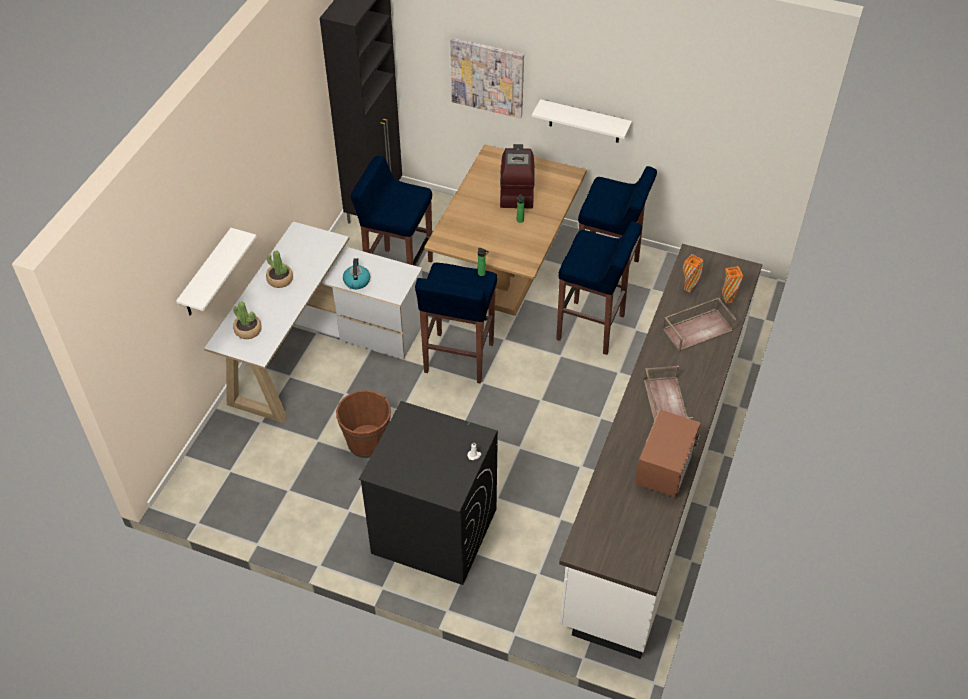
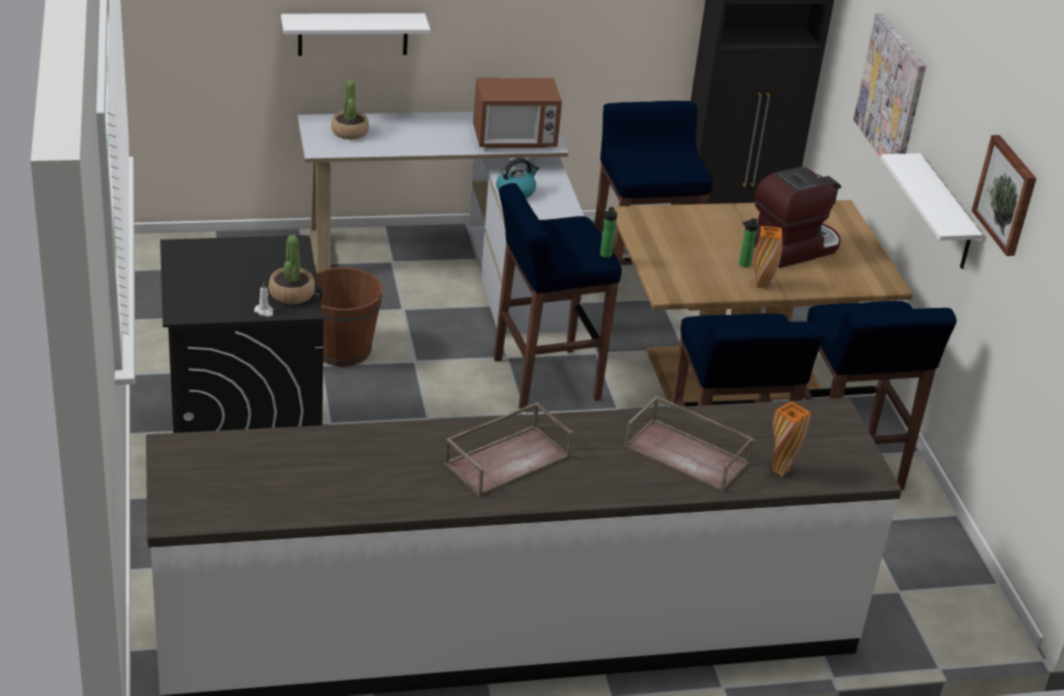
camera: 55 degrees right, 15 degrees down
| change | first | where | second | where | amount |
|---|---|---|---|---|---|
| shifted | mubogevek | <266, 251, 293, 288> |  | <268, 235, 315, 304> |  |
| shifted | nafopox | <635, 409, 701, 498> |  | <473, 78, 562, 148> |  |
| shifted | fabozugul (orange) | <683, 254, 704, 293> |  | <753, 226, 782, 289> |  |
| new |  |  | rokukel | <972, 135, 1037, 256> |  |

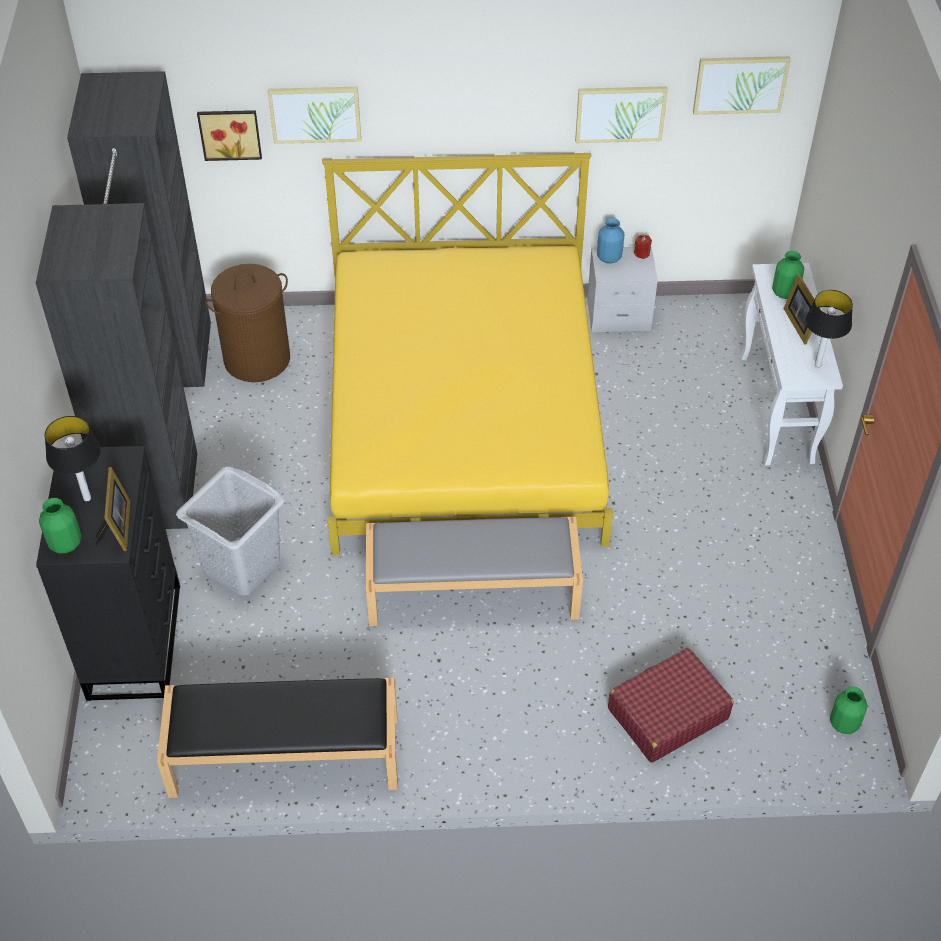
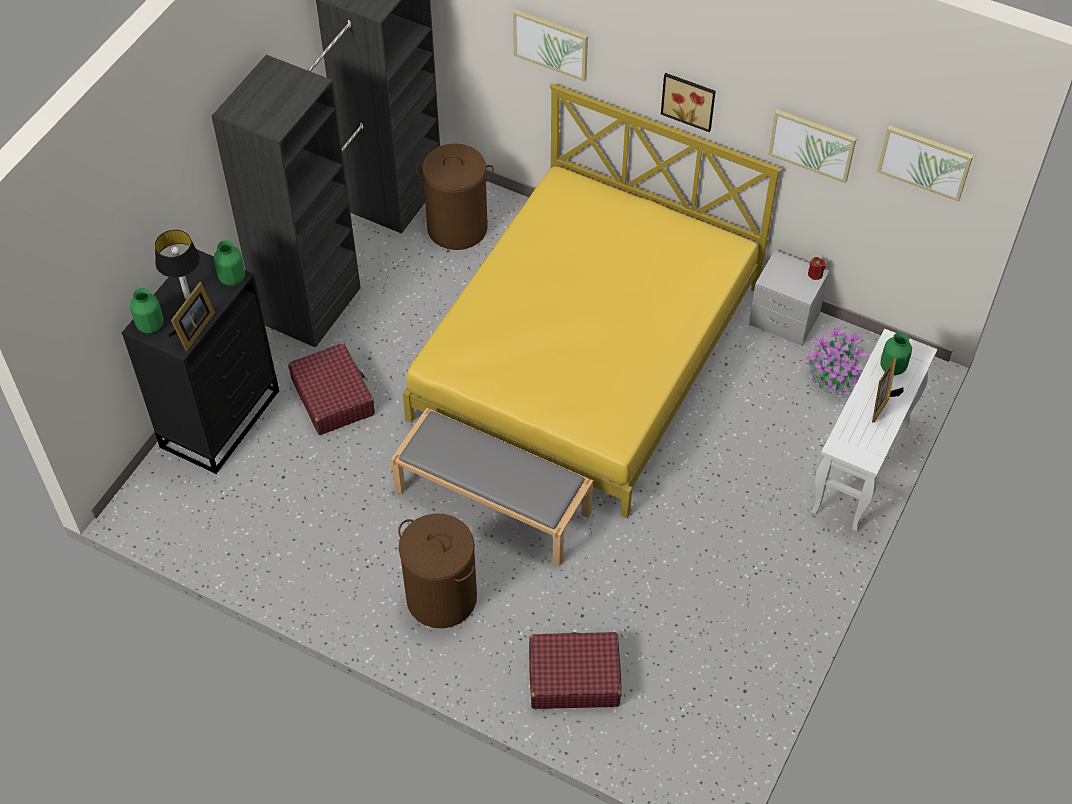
camera: 30 degrees right, 5 degrees up
| change | first | where | second | where | amount |
|---|---|---|---|---|---|
| gone | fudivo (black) | <157, 678, 398, 798> |  |  |  |
| swapped | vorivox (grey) | <176, 466, 285, 596> | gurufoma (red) | <288, 343, 375, 435> |  |
| shifted | rokukel | <197, 110, 262, 161> |  | <661, 73, 716, 132> |  |
| gone | fabozugul (blue) | <597, 218, 624, 264> |  |  |  |
| gone | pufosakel | <806, 290, 853, 367> |  |  |  |
| shifted | fabozugul (green) | <830, 687, 868, 734> |  | <214, 240, 245, 286> |  |
| new |  |  | vorivox (brown) | <398, 513, 477, 628> |  |
| new |  |  | mubogevek | <805, 327, 867, 398> |  |

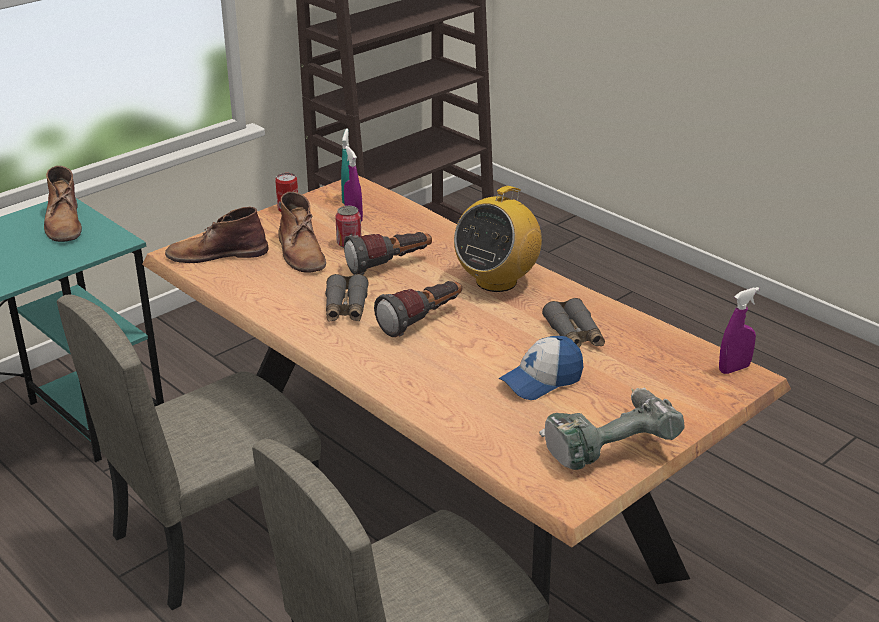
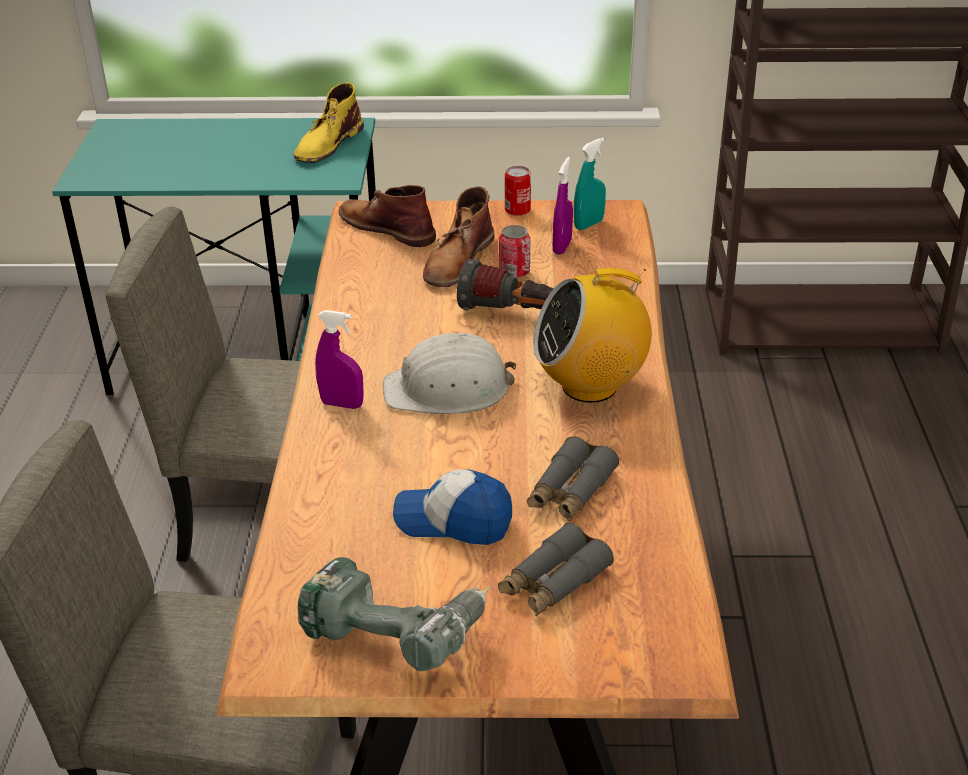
camera: 45 degrees right, 5 degrees up
| change | first | where | second | where | amount |
|---|---|---|---|---|---|
| repainted | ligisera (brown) | <44, 166, 82, 242> | ligisera (yellow) | <294, 83, 364, 163> |  |
| shifted | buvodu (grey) | <325, 274, 369, 322> |  | <498, 523, 614, 616> |  |
| swapped | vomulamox | <374, 281, 462, 337> | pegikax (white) | <383, 333, 516, 414> |  |
| shifted | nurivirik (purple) | <719, 287, 759, 374> |  | <315, 310, 364, 409> |  |

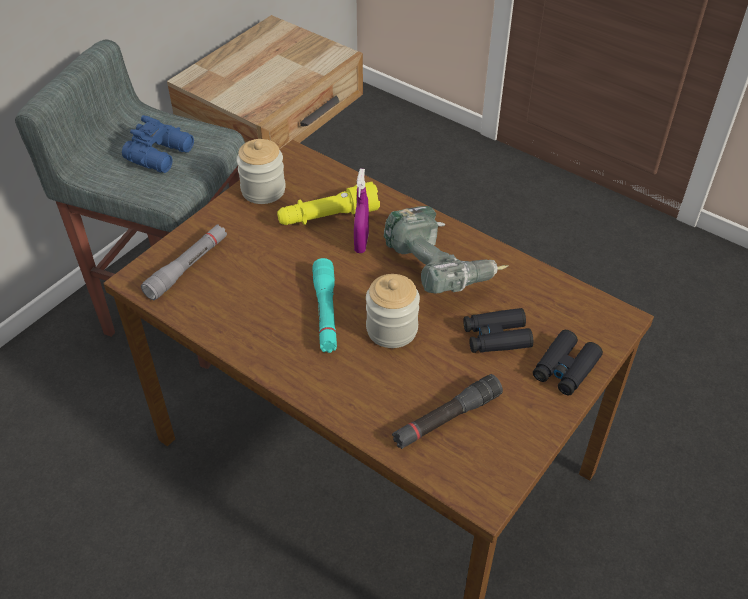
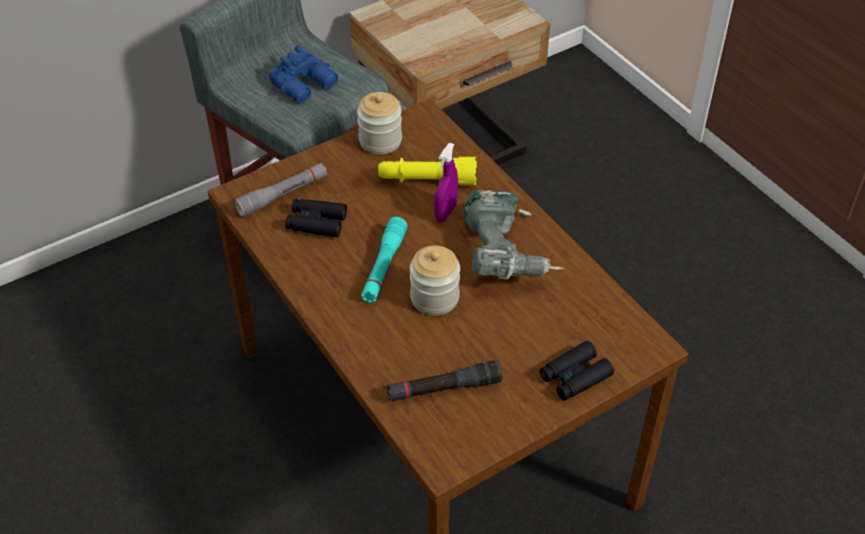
camera: 20 degrees right, 0 degrees up
| change | first | where | second | where | amount |
|---|---|---|---|---|---|
| shifted | buvodu (black) | <463, 308, 533, 353> |  | <285, 199, 347, 237> |  |

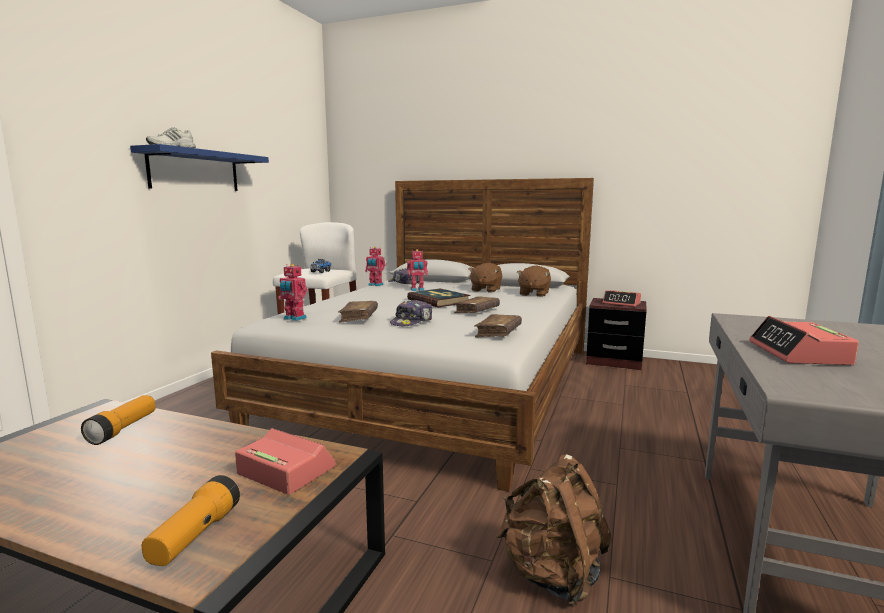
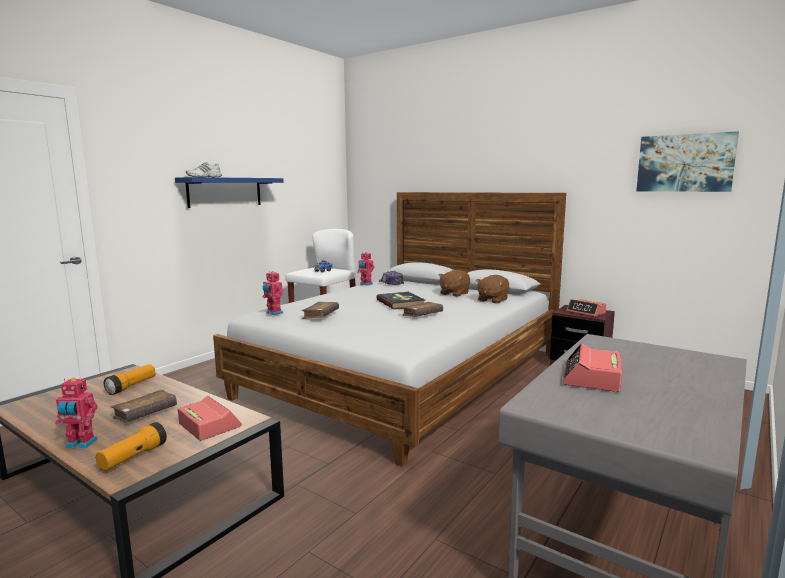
camera: 15 degrees right, 0 degrees up
| change | first | where | second | where | amount |
|---|---|---|---|---|---|
| gone | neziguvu | <390, 300, 432, 326> |  |  |  |
| shifted | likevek | <407, 249, 428, 291> |  | <55, 378, 98, 449> |  |
| shifted | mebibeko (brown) | <474, 314, 522, 337> |  | <111, 390, 177, 423> |  |
| gone | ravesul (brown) | <496, 454, 612, 605> |  |  |  |
| new |  |  | rokukel | <636, 131, 739, 192> |  |

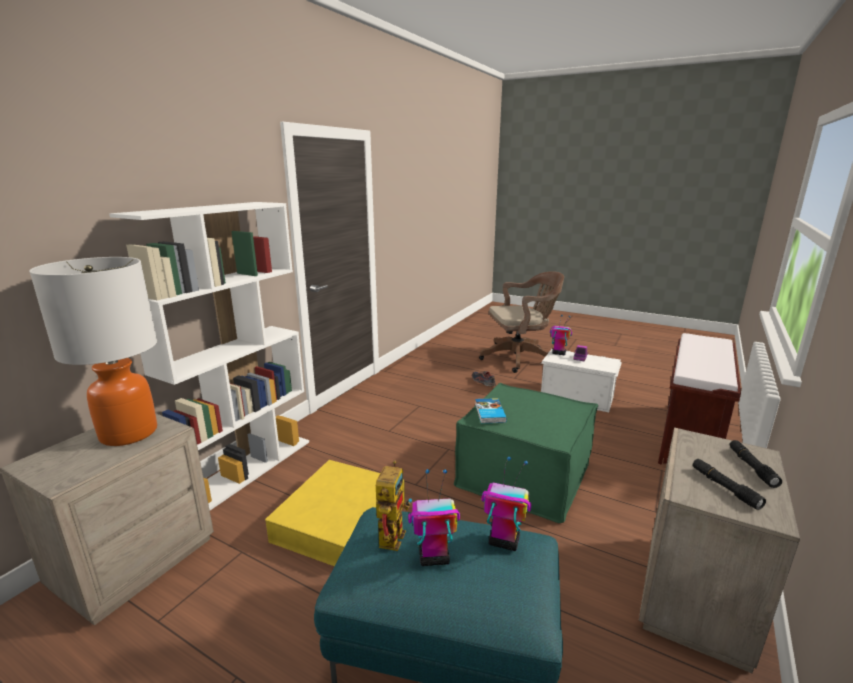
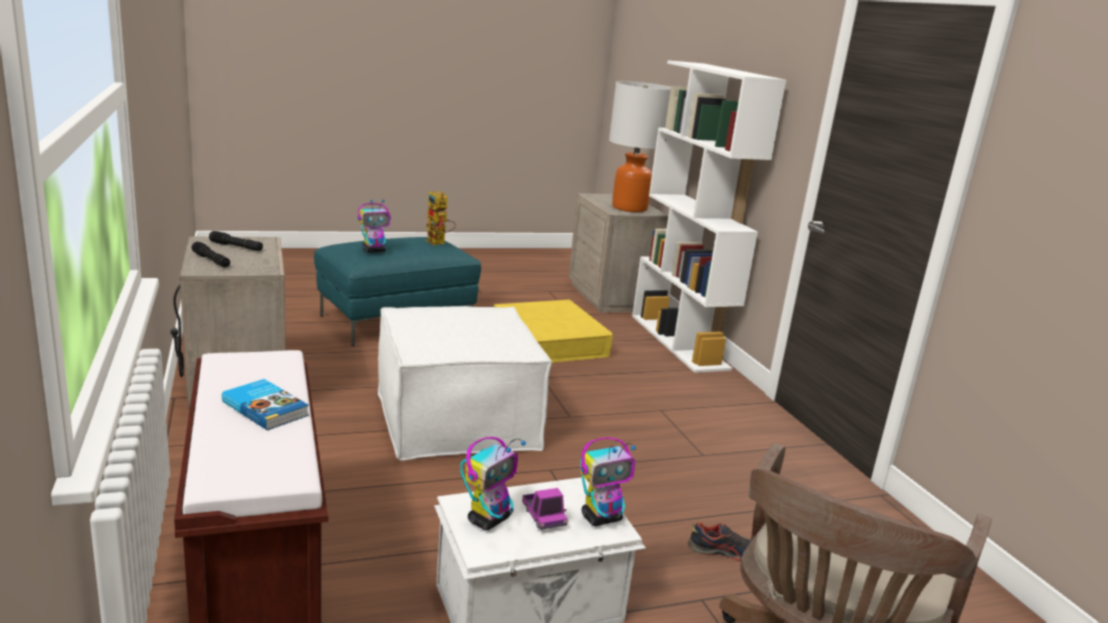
camera: 130 degrees right, 0 degrees up
| change | first | where | second | where | amount |
|---|---|---|---|---|---|
| shifted | likevek | <408, 469, 460, 566> |  | <460, 437, 526, 530> |  |
| repainted | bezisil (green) | <454, 383, 598, 523> | bezisil (white) | <378, 306, 552, 460> |  |
| shifted | mebibeko | <475, 398, 507, 423> |  | <222, 379, 309, 430> |  |

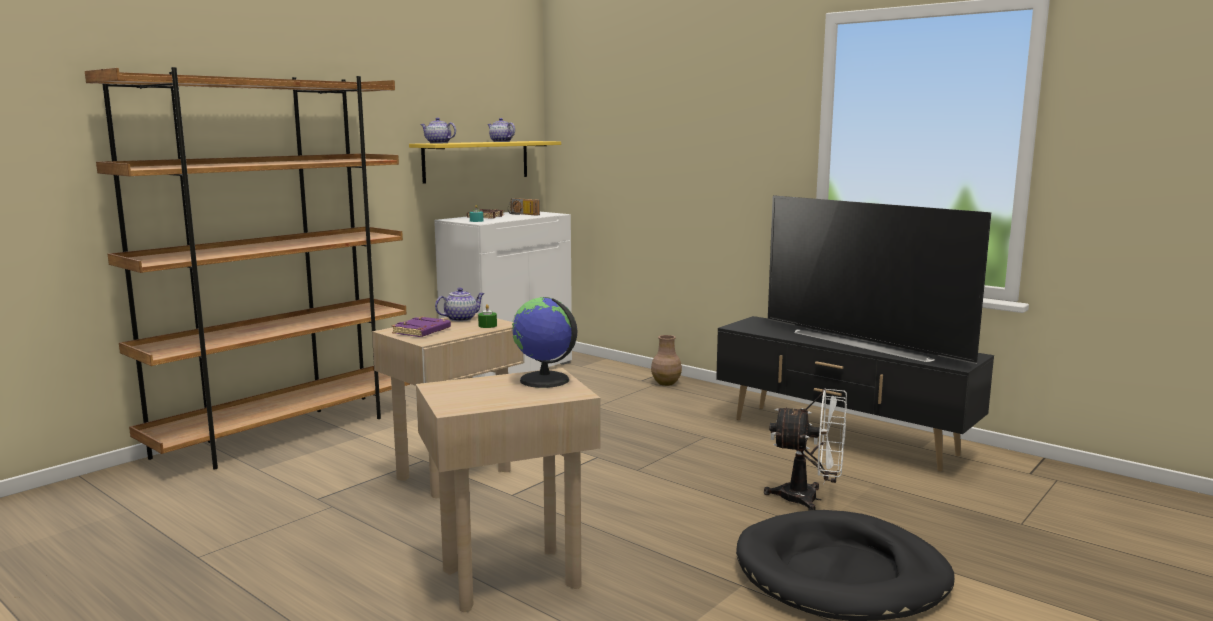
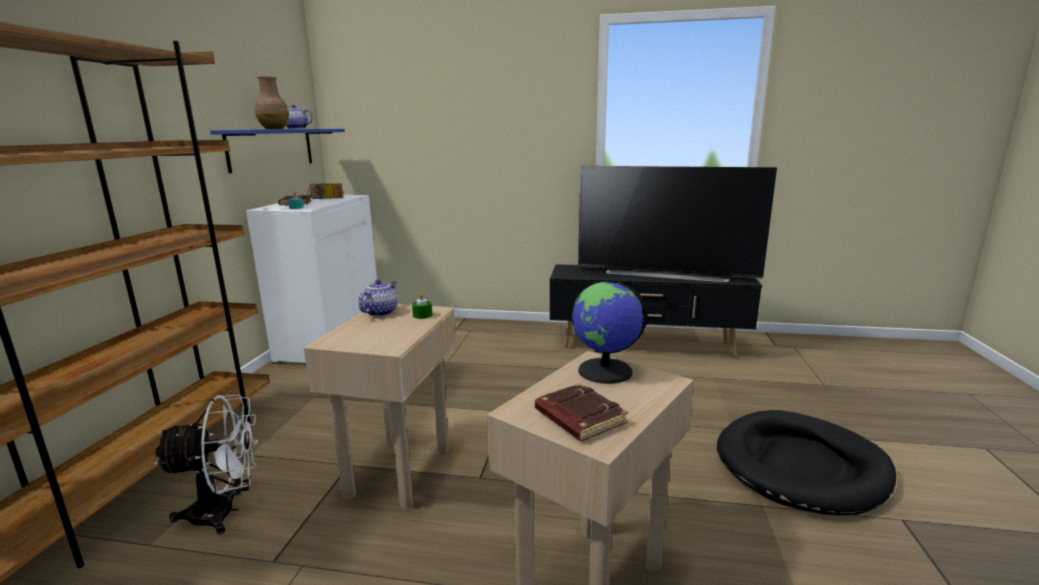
camera: 30 degrees left, 5 degrees up
| change | first | where | second | where | amount |
|---|---|---|---|---|---|
| gone | mebibeko (purple) | <392, 317, 451, 337> |  |  |  |
| repainted | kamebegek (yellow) | <409, 141, 561, 184> | kamebegek (blue) | <210, 129, 345, 173> |  |
| gone | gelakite | <420, 118, 456, 143> |  |  |  |
| shifted | fabozugul (brown) | <651, 335, 682, 386> |  | <255, 77, 289, 129> |  |
| shifted | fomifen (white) | <764, 388, 847, 511> |  | <153, 395, 258, 534> |  |
| new |  |  | mebibeko (brown) | <535, 383, 628, 441> |  |

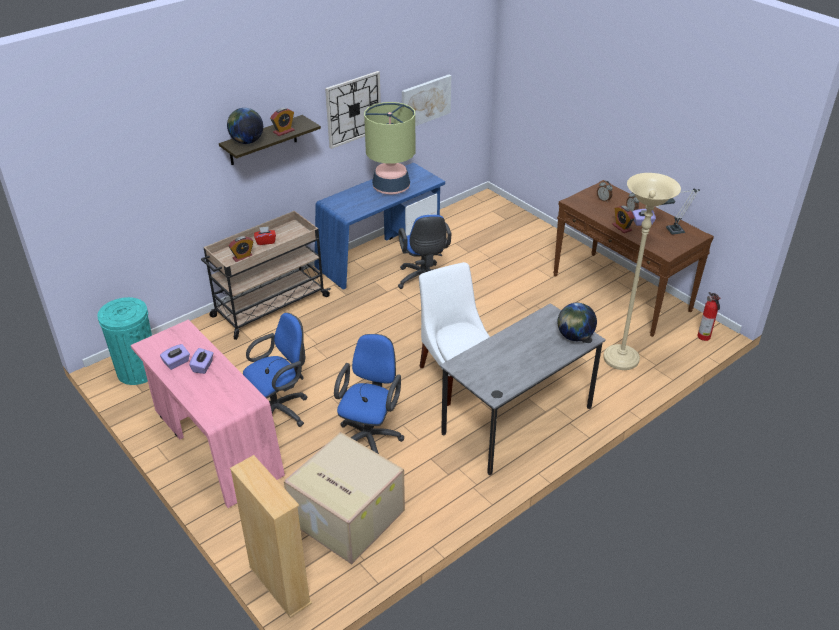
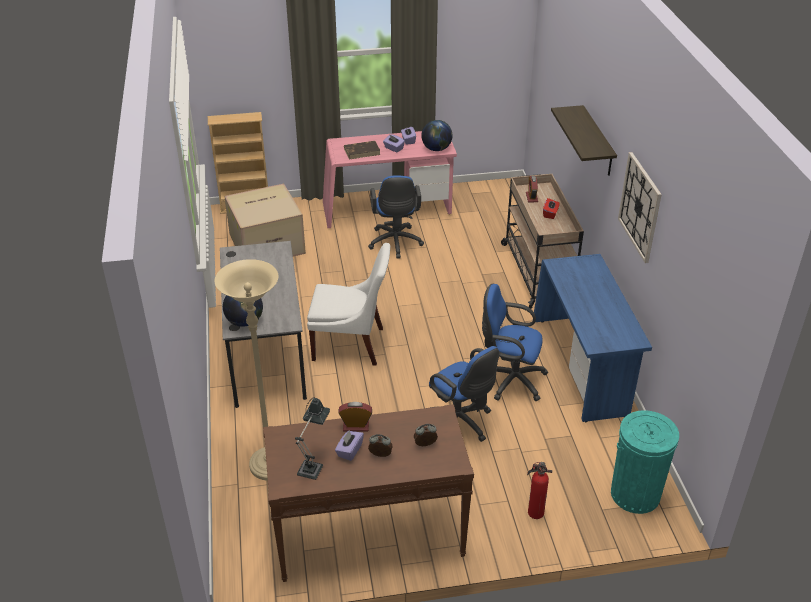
camera: 120 degrees right, 0 degrees up
| change | first | where | second | where | amount |
|---|---|---|---|---|---|
| shifted | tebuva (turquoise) | <97, 297, 152, 385> |  | <611, 410, 679, 514> |  |
| shifted | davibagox | <227, 108, 263, 144> |  | <421, 120, 452, 151> |  |
| gone | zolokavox | <270, 108, 295, 136> |  |  |  |
| shifted | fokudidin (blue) | <334, 334, 404, 454> |  | <429, 346, 499, 442> |  |
| gone | pufosakel | <364, 102, 415, 195> |  |  |  |
| gone | rokukel | <402, 75, 451, 126> |  |  |  |
| shifted | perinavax | <698, 292, 721, 341> |  | <527, 462, 552, 519> |  |
| new |  |  | mebibeko (brown) | <344, 141, 380, 159> |  |

